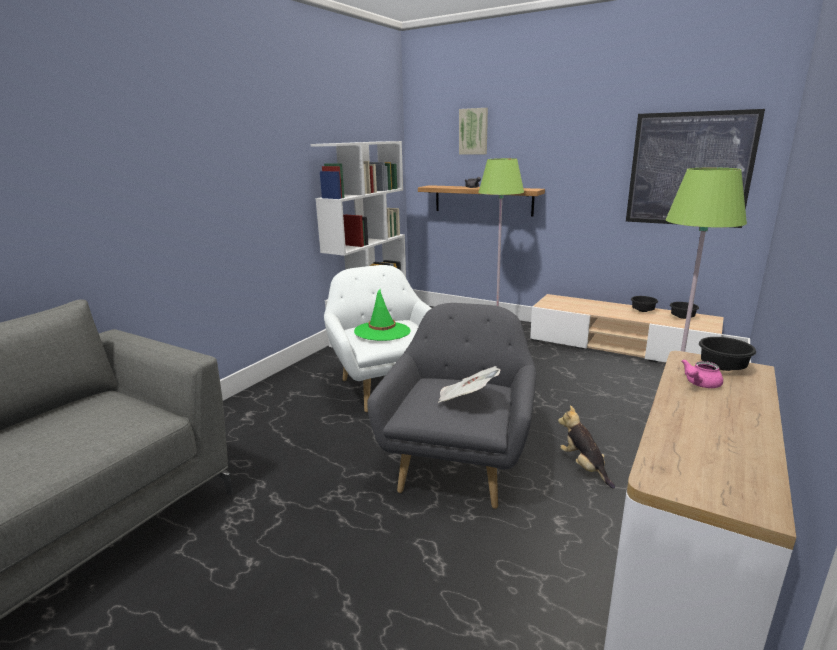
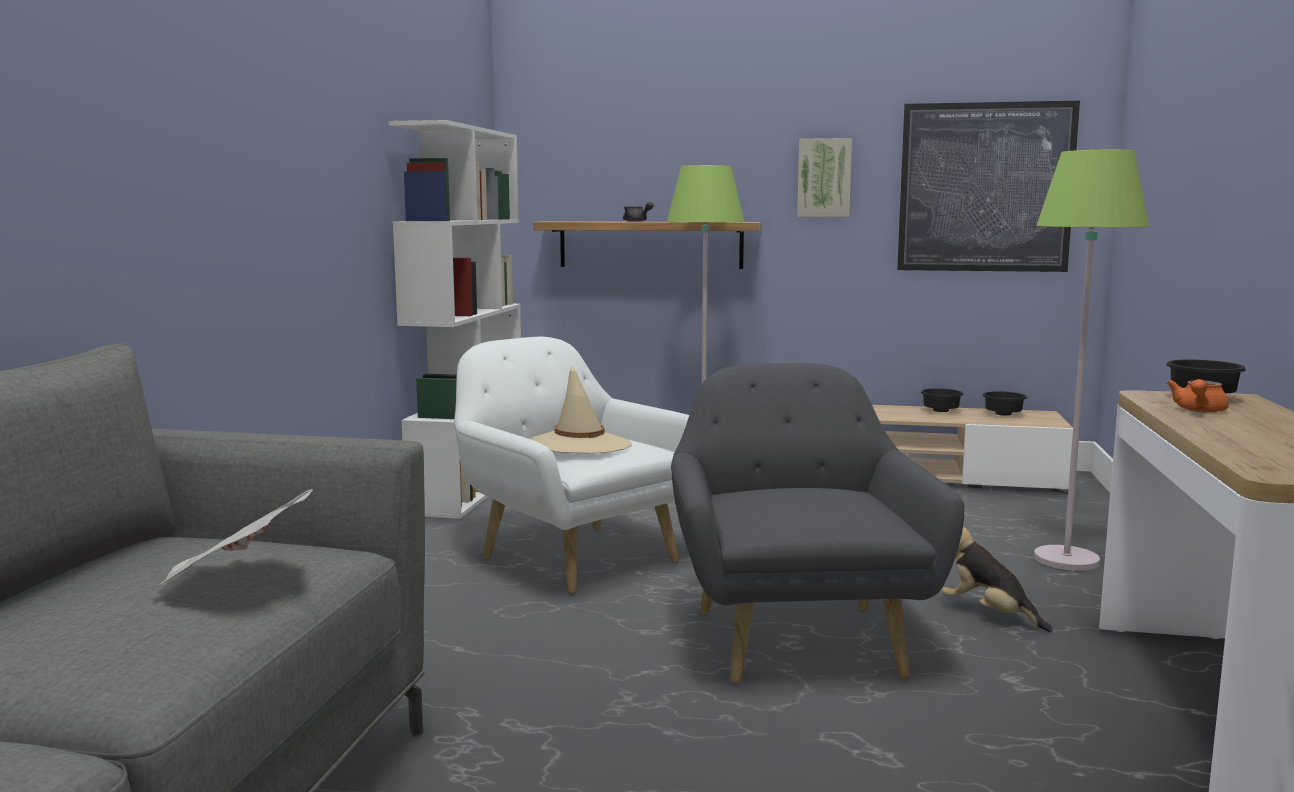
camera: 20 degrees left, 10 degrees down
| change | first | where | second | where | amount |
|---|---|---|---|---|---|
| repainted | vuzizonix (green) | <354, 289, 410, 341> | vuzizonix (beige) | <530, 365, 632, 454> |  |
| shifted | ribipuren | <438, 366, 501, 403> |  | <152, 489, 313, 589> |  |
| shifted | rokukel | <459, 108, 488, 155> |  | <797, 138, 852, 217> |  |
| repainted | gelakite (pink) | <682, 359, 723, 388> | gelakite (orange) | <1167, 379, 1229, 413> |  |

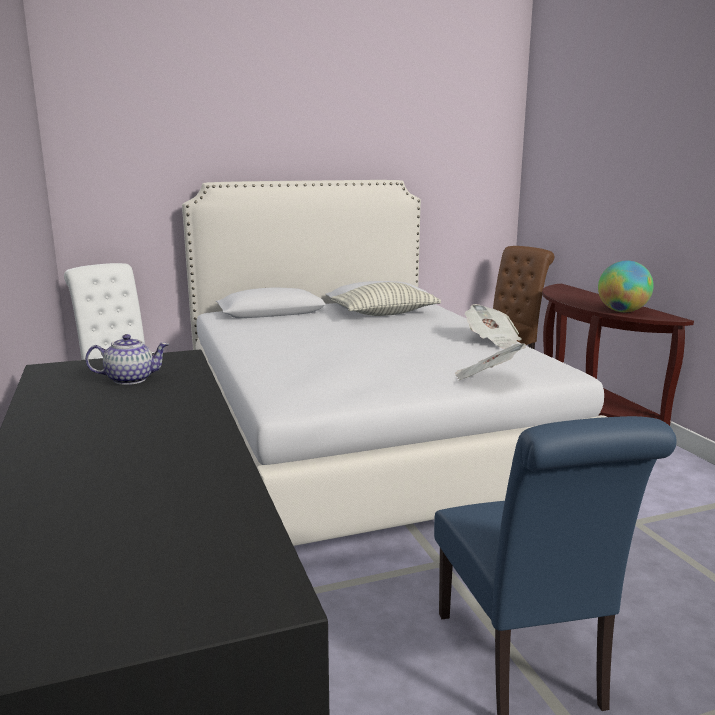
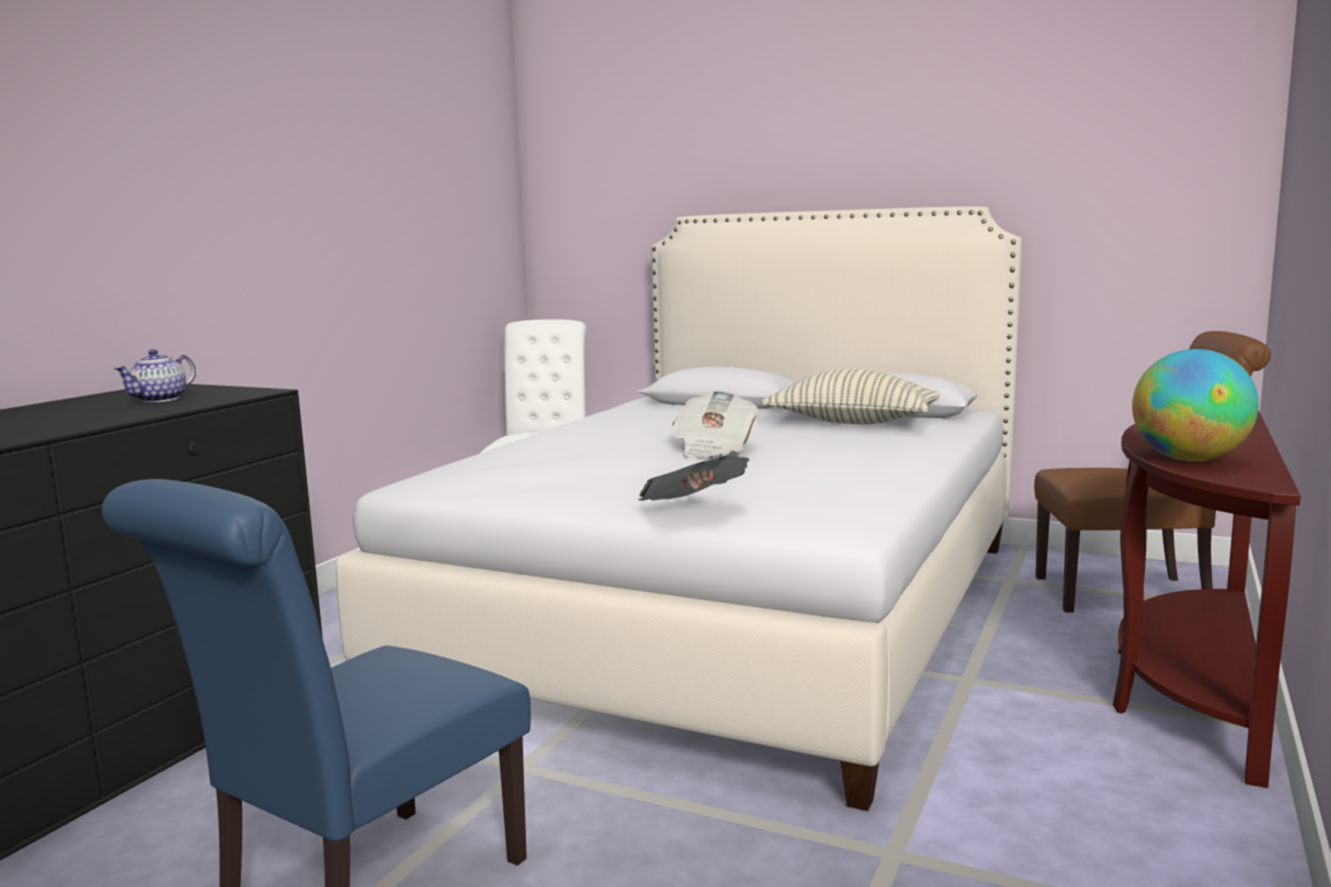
camera: 45 degrees right, 5 degrees down
| change | first | where | second | where | amount |
|---|---|---|---|---|---|
| rotated | gelakite | <85, 334, 169, 385> |  | <113, 349, 196, 402> | 90 degrees clockwise |
| shifted | ribipuren | <465, 304, 521, 349> |  | <672, 390, 760, 458> |  |

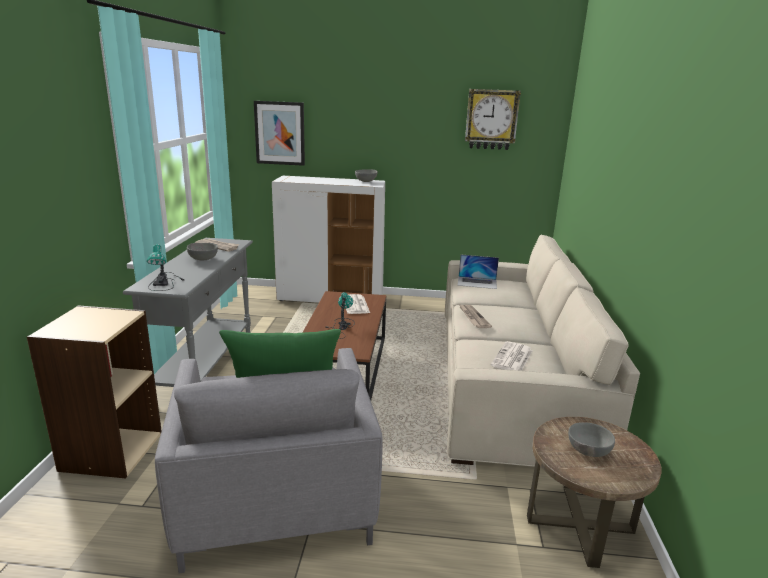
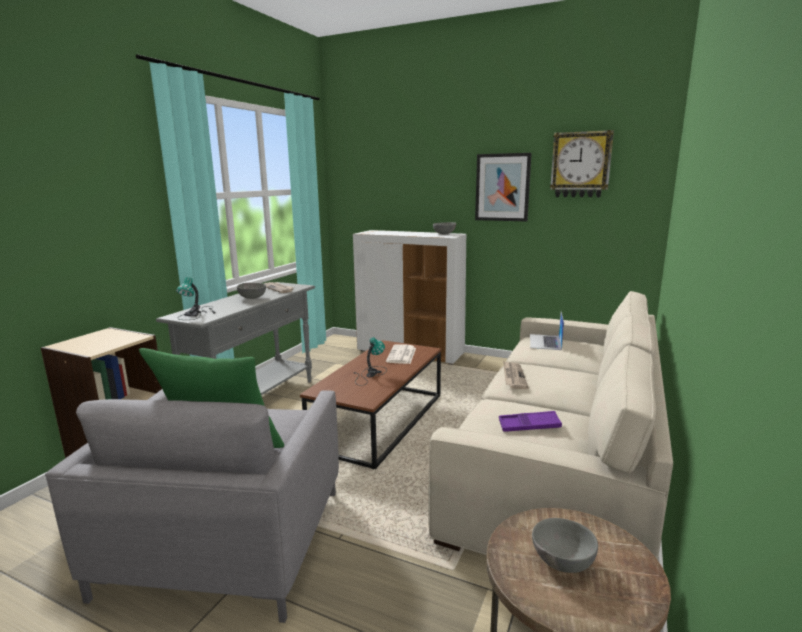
camera: 20 degrees right, 5 degrees down
| change | first | where | second | where | amount |
|---|---|---|---|---|---|
| shifted | rokukel | <254, 101, 305, 166> |  | <475, 153, 532, 222> |  |
| rotated | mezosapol | <457, 254, 499, 289> |  | <530, 312, 564, 350> | 75 degrees clockwise |
| swapped | ribipuren | <491, 341, 533, 371> | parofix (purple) | <499, 411, 562, 432> |  |

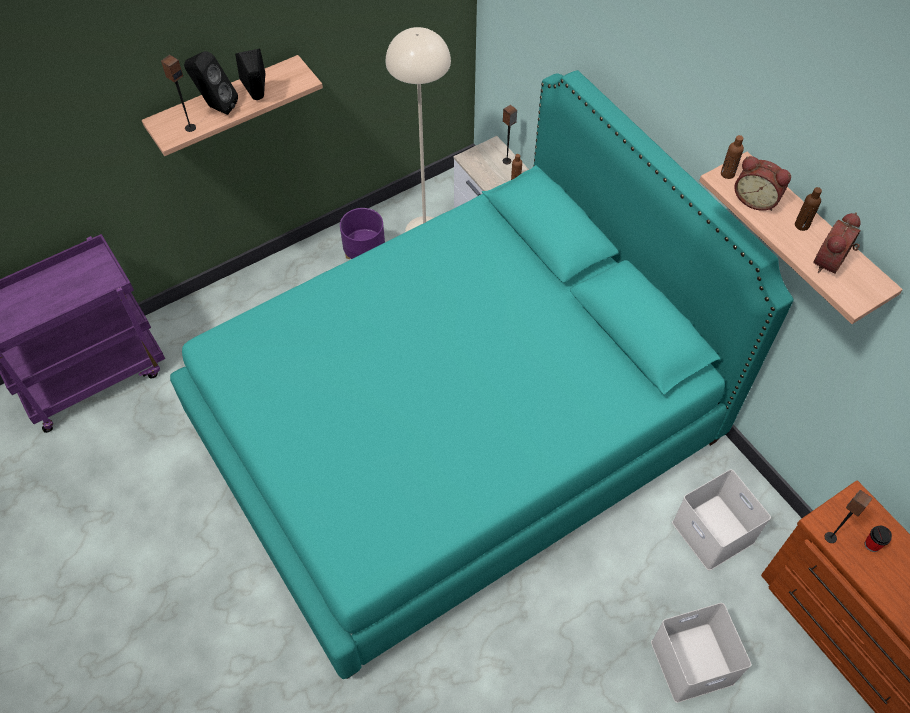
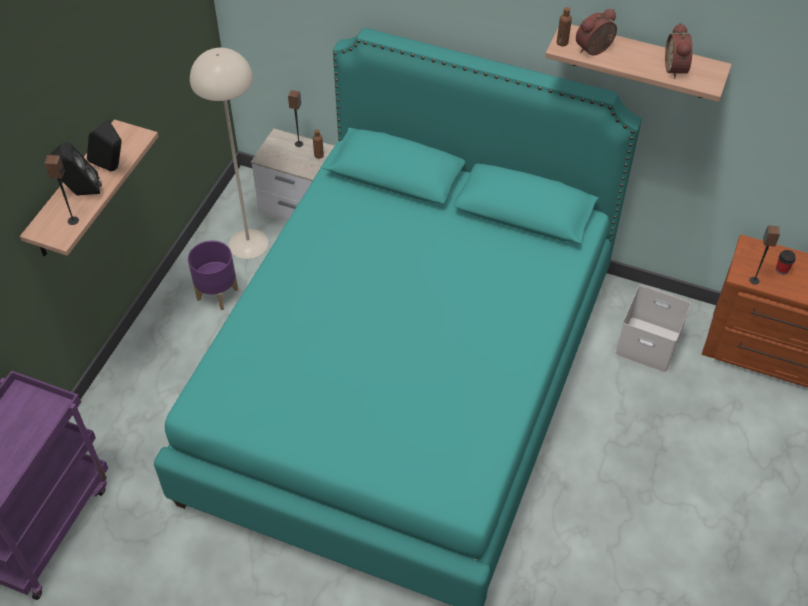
camera: 35 degrees left, 5 degrees down
| change | first | where | second | where | amount |
|---|---|---|---|---|---|
| gone | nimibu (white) | <651, 603, 751, 703> |  |  |  |
| rotated | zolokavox | <734, 156, 791, 211> |  | <576, 9, 617, 55> | 150 degrees clockwise |
| gone | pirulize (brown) | <795, 187, 822, 231> |  |  |  |

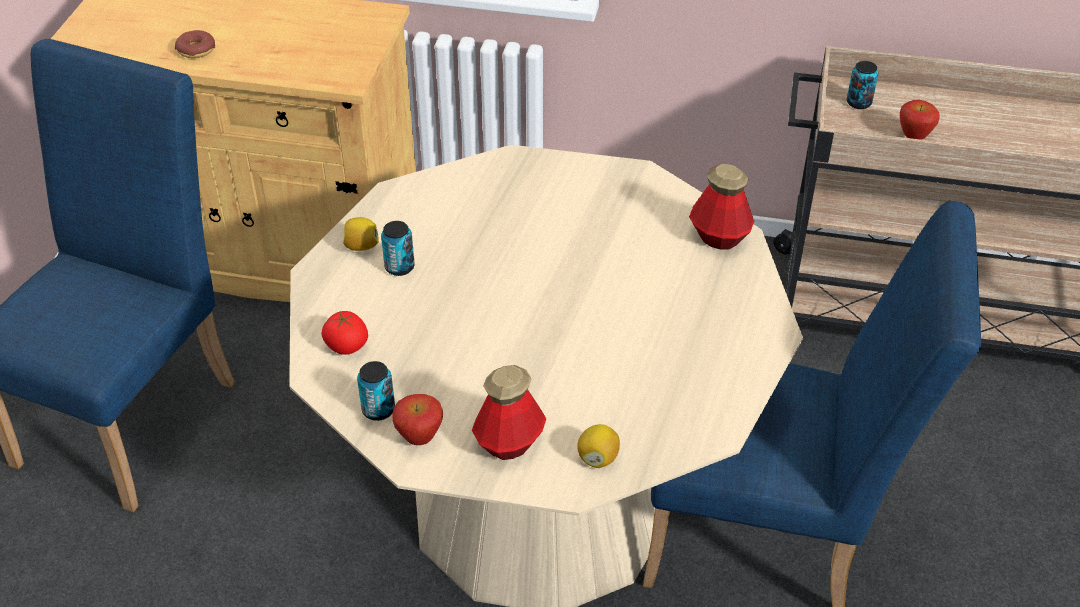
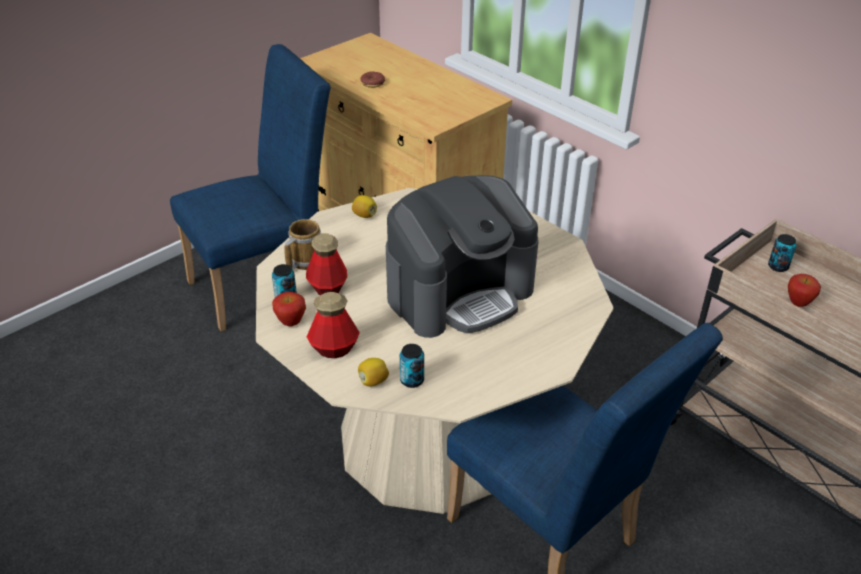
camera: 35 degrees right, 5 degrees down
| change | first | where | second | where | amount |
|---|---|---|---|---|---|
| swapped | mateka | <321, 311, 368, 355> | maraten | <284, 219, 321, 270> |  |
| shifted | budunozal | <381, 221, 415, 276> |  | <400, 344, 424, 388> |  |
| shifted | pirulize | <689, 164, 754, 250> |  | <306, 233, 347, 295> |  |
| new |  |  | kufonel | <386, 175, 539, 338> |  |

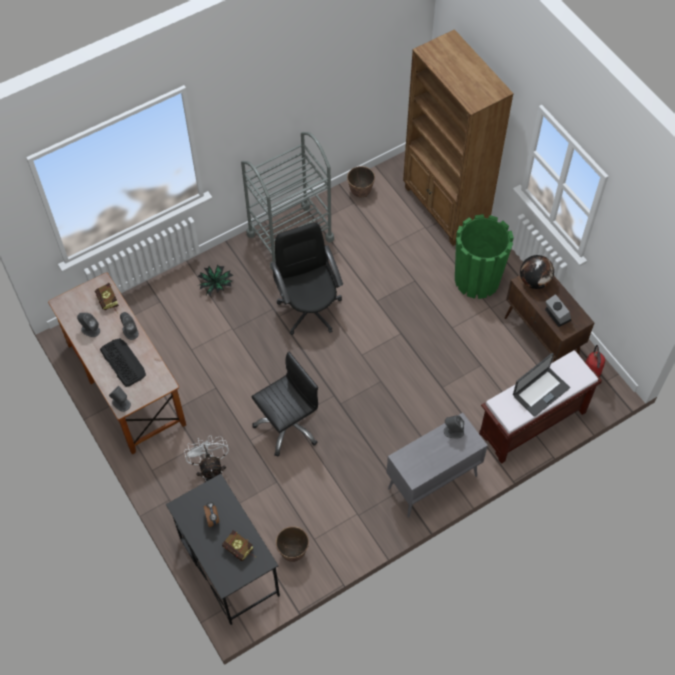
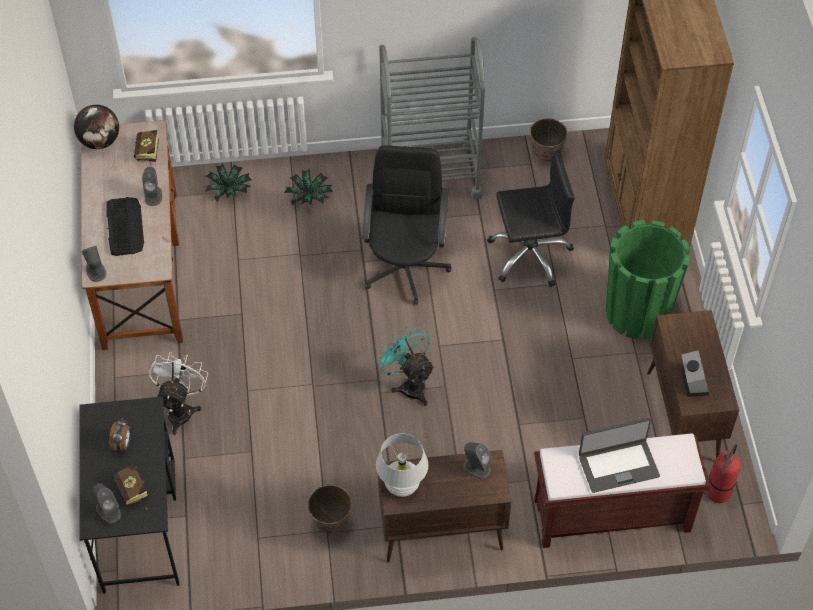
camera: 25 degrees right, 5 degrees down
| change | first | where | second | where | amount |
|---|---|---|---|---|---|
| shifted | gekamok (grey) | <77, 313, 100, 337> |  | <92, 483, 121, 524> |  |
| shifted | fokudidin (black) | <251, 352, 318, 457> |  | <487, 150, 575, 287> |  |
| shifted | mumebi | <276, 526, 309, 562> |  | <307, 485, 352, 533> |  |
| repainted | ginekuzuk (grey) | <387, 413, 488, 518> | ginekuzuk (brown) | <378, 450, 511, 562> |  |
| shifted | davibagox | <520, 255, 554, 289> |  | <74, 105, 119, 149> |  |
| new |  |  | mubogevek | <204, 163, 252, 202> |  |
| new |  |  | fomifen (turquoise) | <376, 326, 435, 406> |  |
| new |  |  | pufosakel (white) | <376, 433, 428, 497> |  |

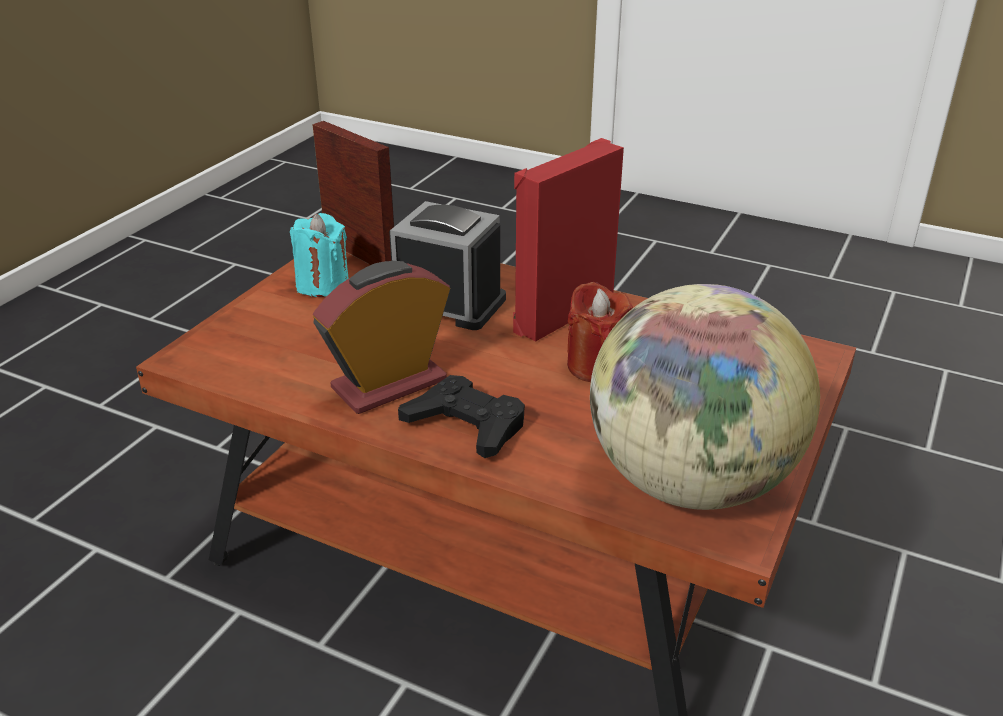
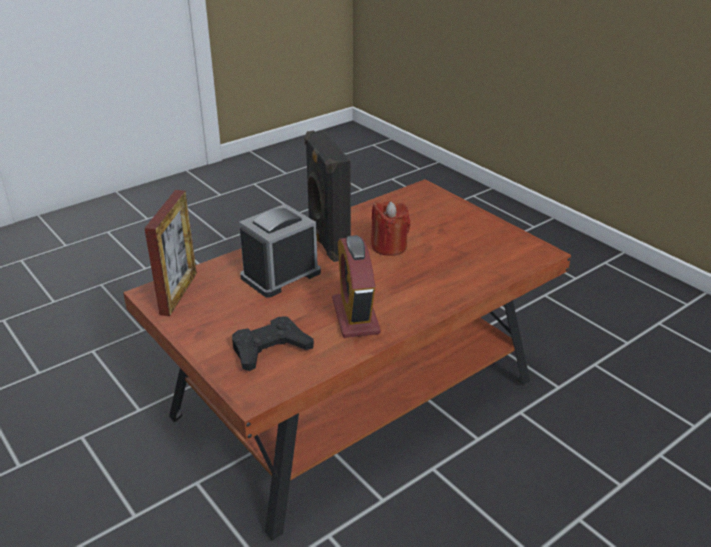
camera: 65 degrees left, 0 degrees up
| change | first | where | second | where | amount |
|---|---|---|---|---|---|
| gone | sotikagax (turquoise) | <290, 213, 349, 297> |  |  |  |
| rotated | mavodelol | <312, 121, 394, 265> |  | <144, 190, 197, 316> | 120 degrees clockwise |
| shifted | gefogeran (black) | <398, 375, 525, 458> |  | <232, 316, 314, 371> |  |
| repainted | gekamok (red) | <513, 138, 624, 342> | gekamok (black) | <305, 130, 351, 262> |  |
| gone | davibagox | <590, 284, 820, 510> |  |  |  |

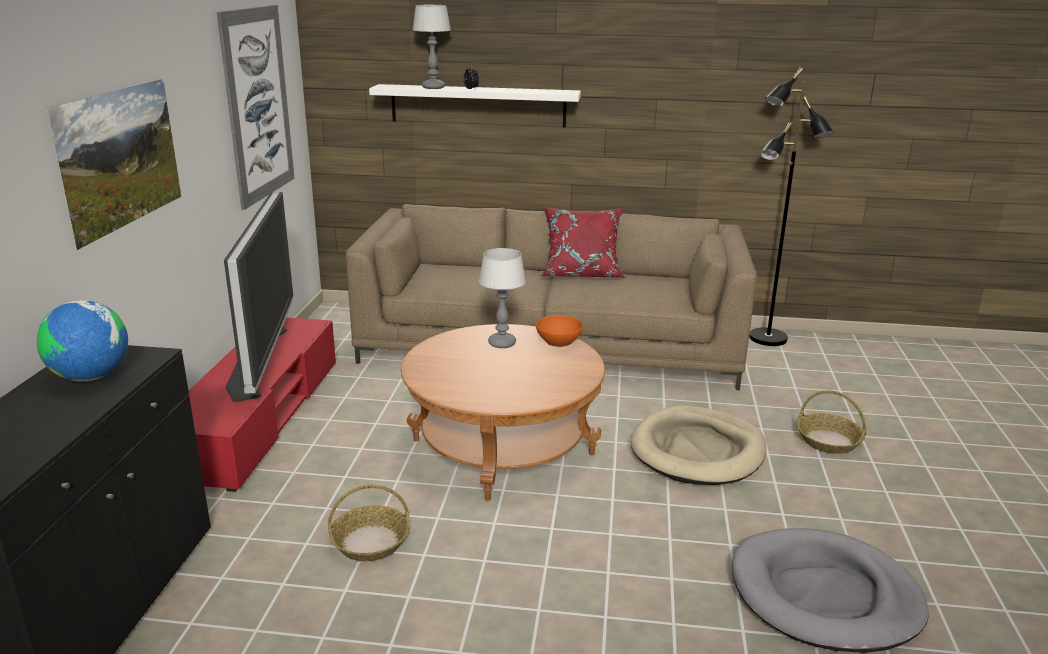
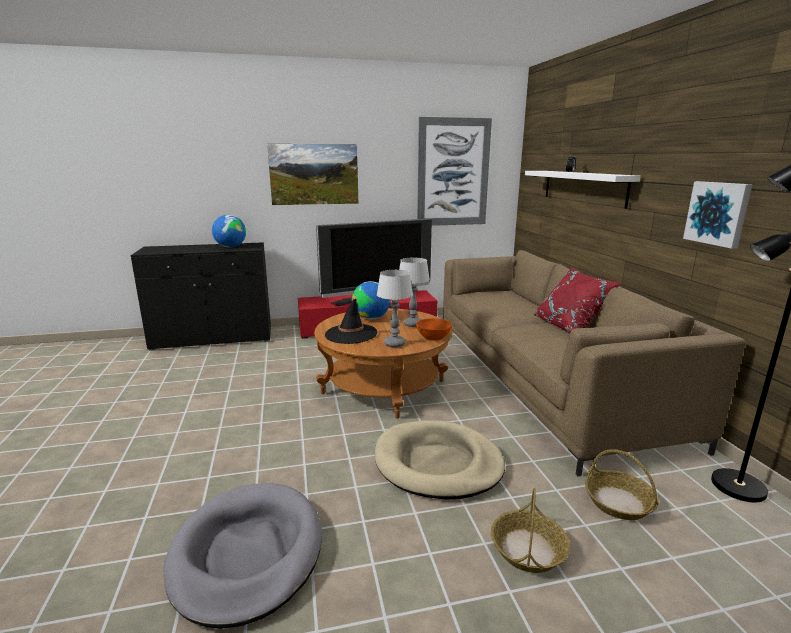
camera: 70 degrees right, 5 degrees down
| change | first | where | second | where | amount |
|---|---|---|---|---|---|
| shifted | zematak | <328, 485, 410, 561> |  | <585, 449, 659, 520> |  |
| shifted | pufosakel | <413, 5, 451, 89> |  | <377, 270, 413, 347> |  |
| new |  |  | vuzizonix (black) | <325, 299, 378, 344> |  |
| new |  |  | davibagox | <352, 281, 390, 320> |  |
| new |  |  | rokukel | <683, 181, 753, 249> |  |

